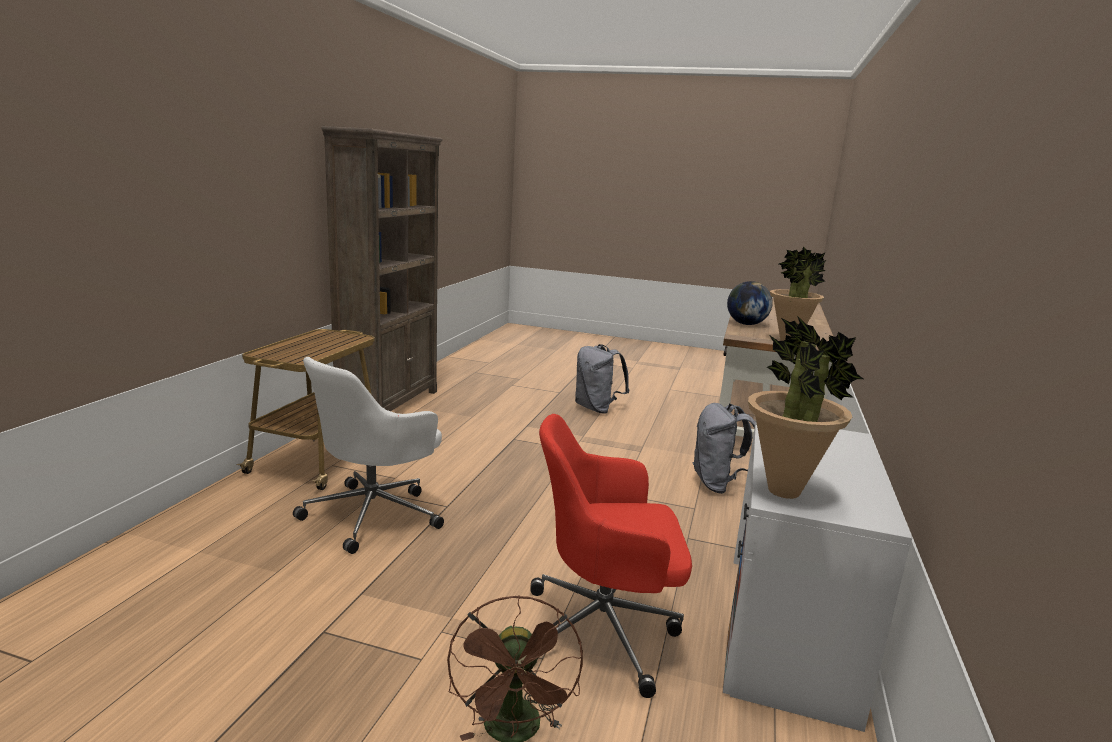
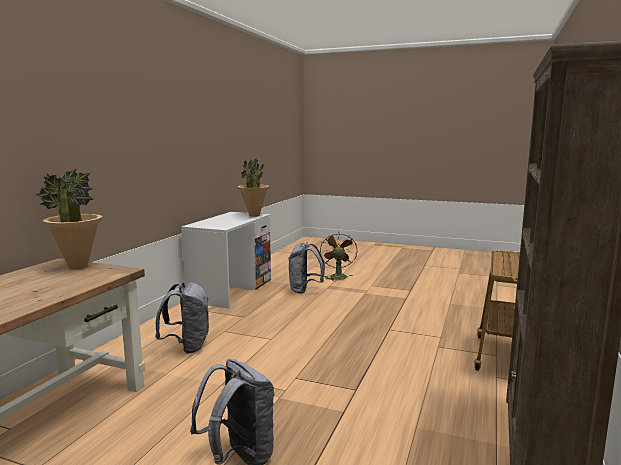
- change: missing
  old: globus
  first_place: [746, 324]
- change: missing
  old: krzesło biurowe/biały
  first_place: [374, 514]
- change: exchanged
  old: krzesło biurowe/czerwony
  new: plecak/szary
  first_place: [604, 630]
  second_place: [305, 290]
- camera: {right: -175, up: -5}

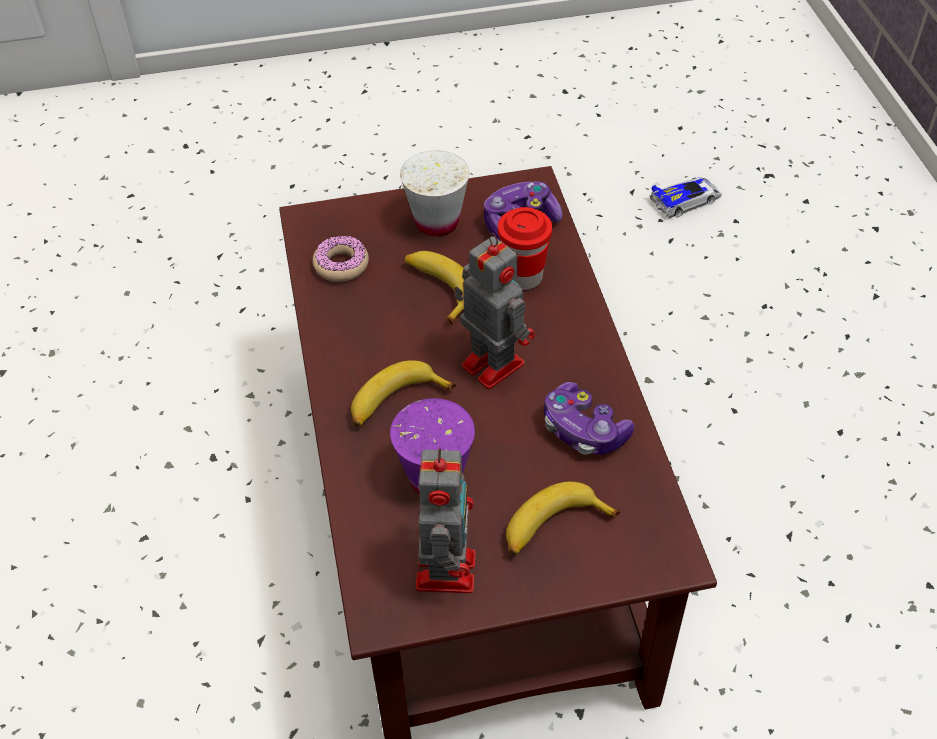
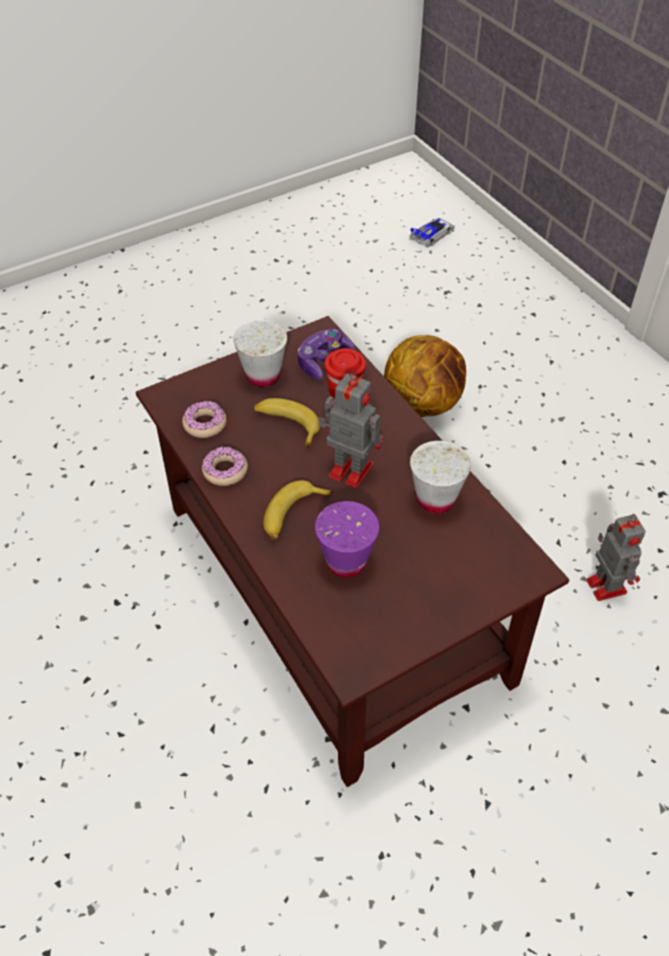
- change: relocated
  old: samochodzik
  first_place: [686, 200]
  second_place: [433, 234]
- change: exchanged
  old: pad do gier
  new: filiżanka/biały
  first_place: [583, 430]
  second_place: [435, 500]
- change: relocated
  old: robot zabawkowy
  first_place: [446, 567]
  second_place: [605, 584]
- change: missing
  old: banan
  first_place: [553, 528]
- change: appeared
  new: piłka do koszykówki
  second_place: [423, 404]
- change: appeared
  new: donut
  second_place: [225, 471]
- camera: {right: -20, up: 0}

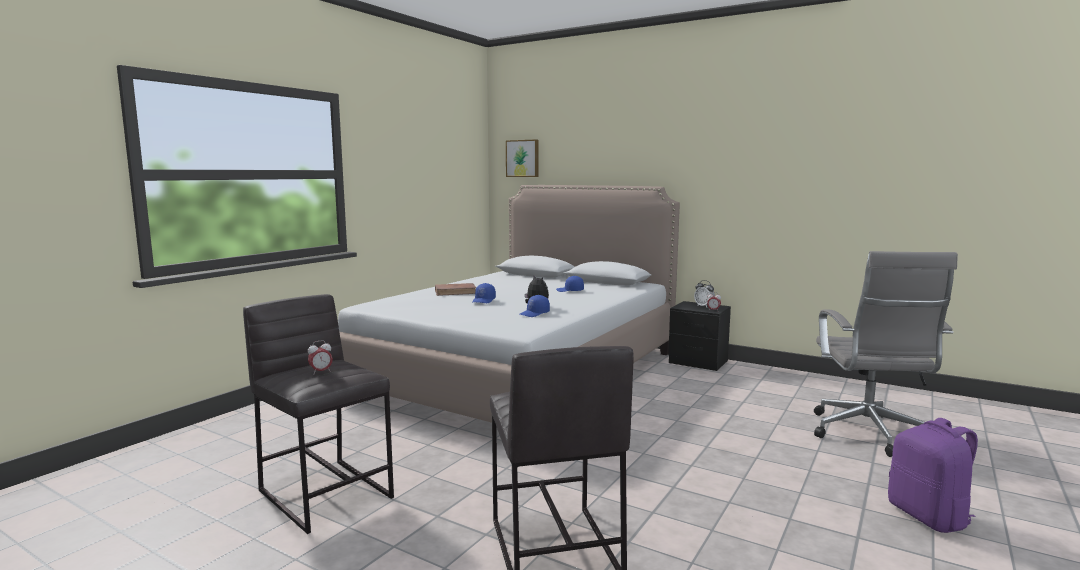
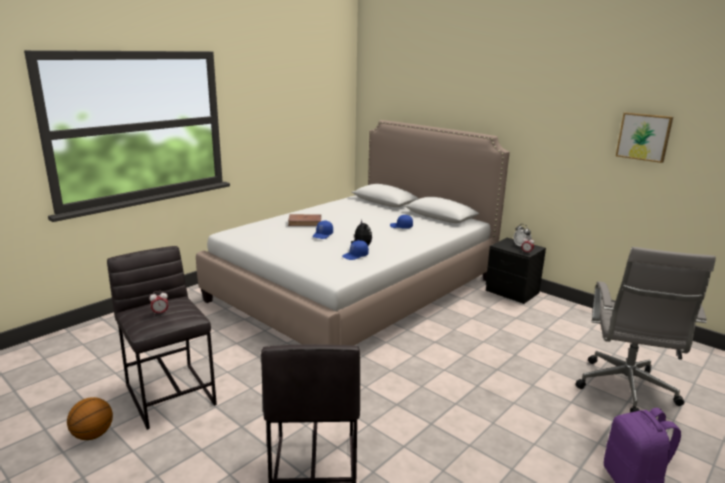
- change: relocated
  old: obraz
  first_place: [523, 158]
  second_place: [644, 136]
- change: appeared
  new: piłka do koszykówki
  second_place: [93, 435]
- camera: {right: 10, up: 10}

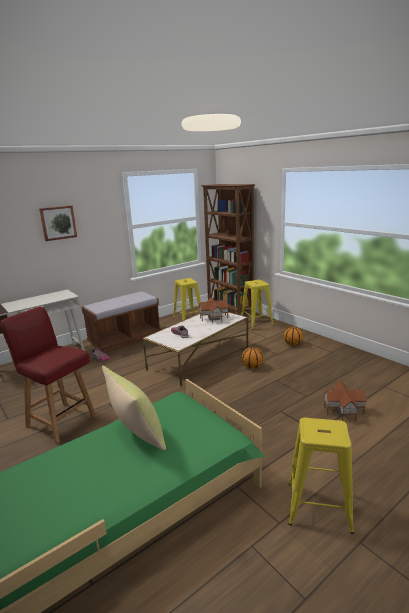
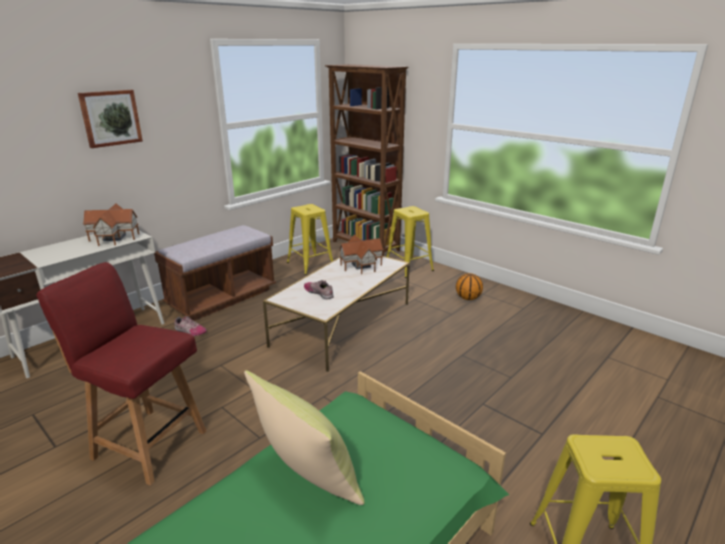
- change: missing
  old: piłka do koszykówki
  first_place: [252, 366]
- change: relocated
  old: domek
  first_place: [344, 410]
  second_place: [115, 238]
- camera: {right: -10, up: 5}

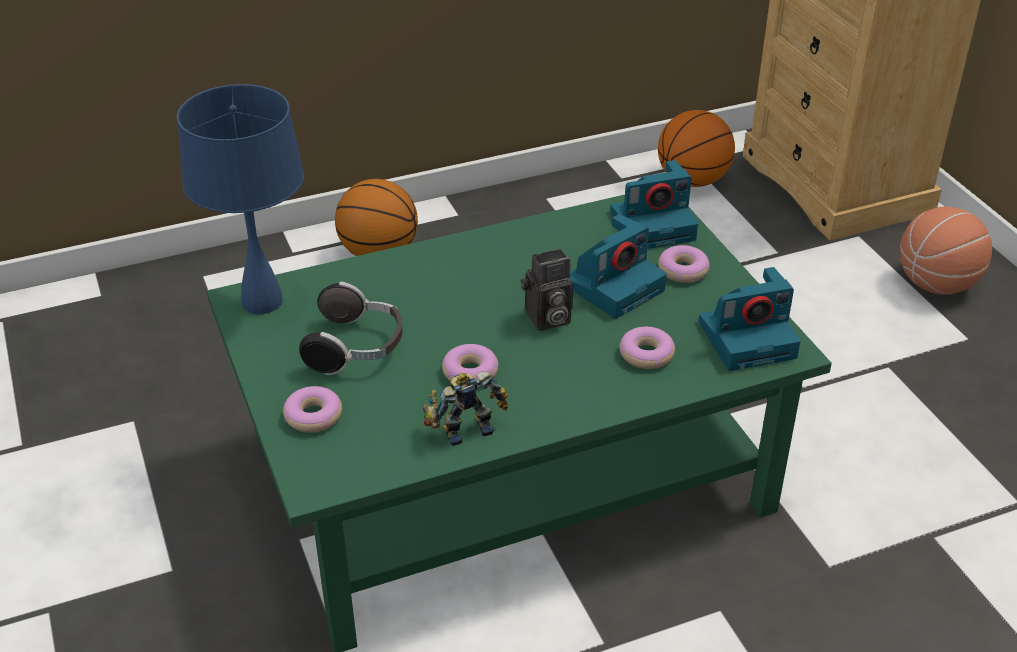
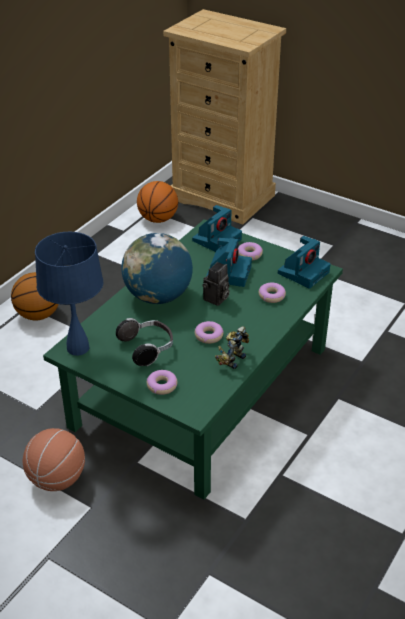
- change: relocated
  old: piłka do koszykówki
  first_place: [936, 284]
  second_place: [57, 478]
- change: appeared
  new: globus
  second_place: [158, 296]
- camera: {right: -35, up: 0}

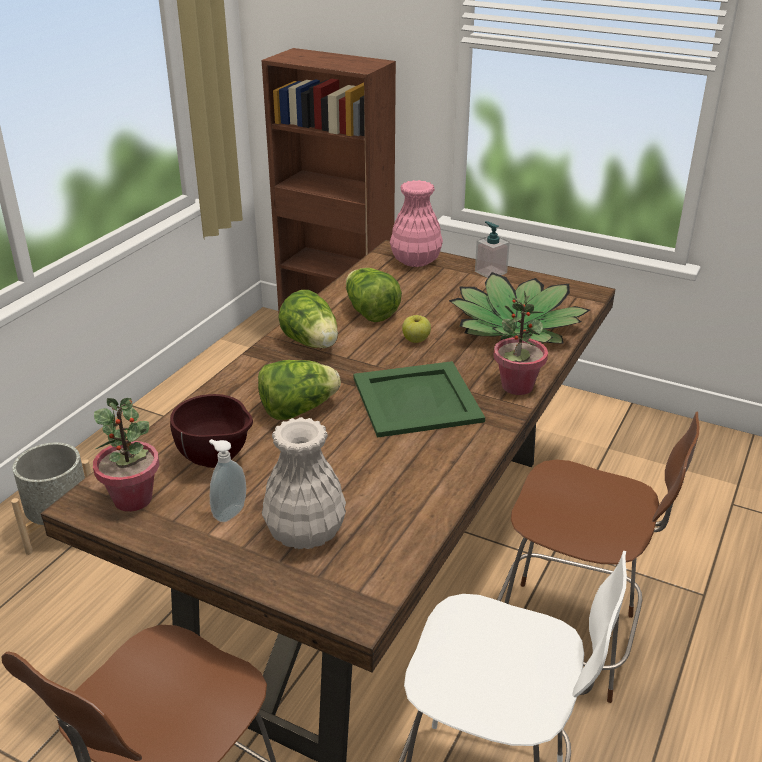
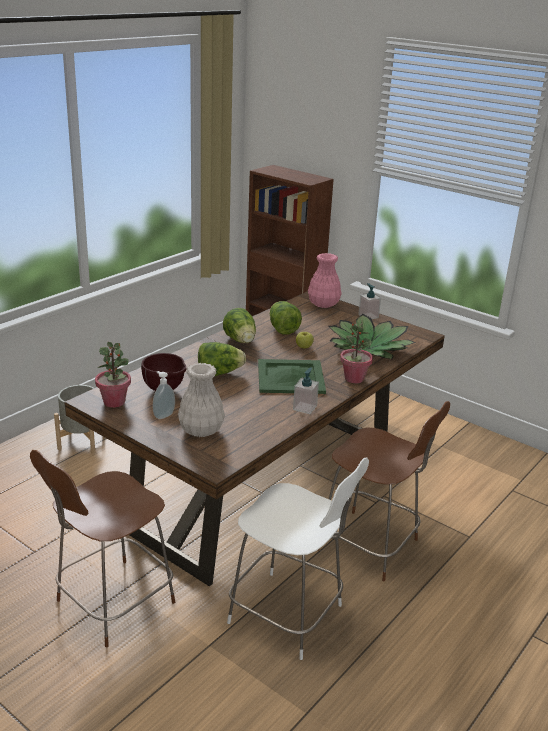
- change: appeared
  new: dozownik mydła
  second_place: [305, 408]
- camera: {right: 10, up: -5}

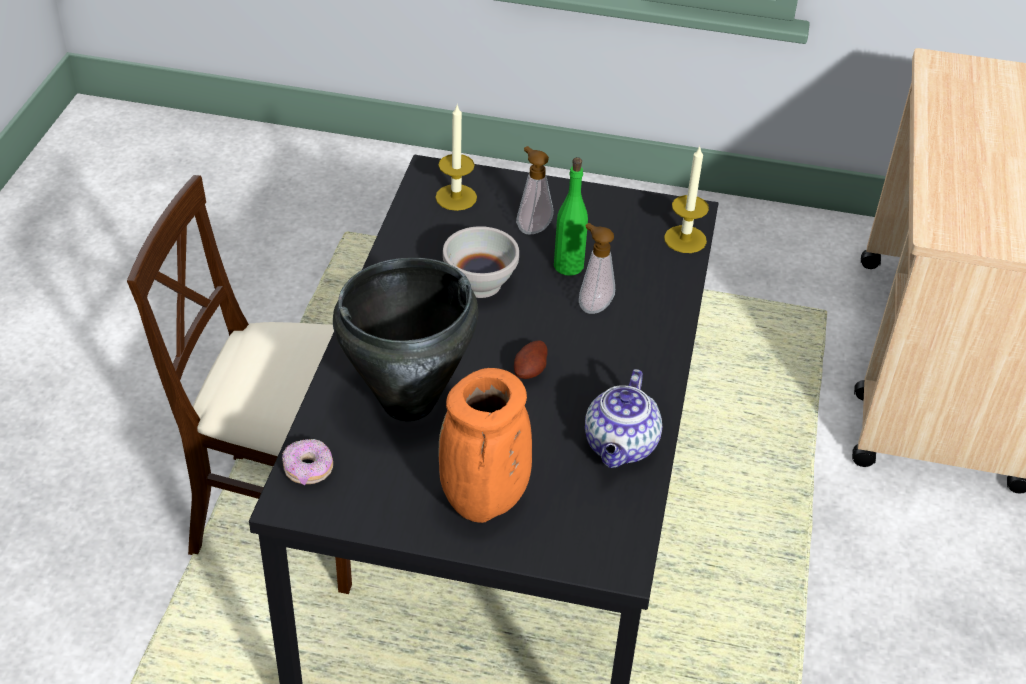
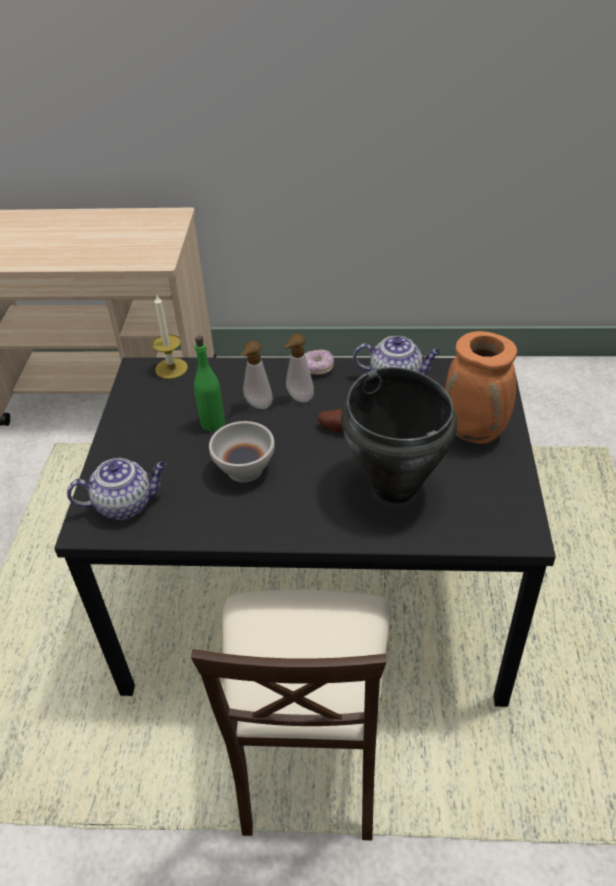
- change: exchanged
  old: świeca
  new: imbryk
  first_place: [456, 197]
  second_place: [126, 504]
- change: relocated
  old: dozownik mydła
  first_place: [532, 227]
  second_place: [298, 398]
- change: relocated
  old: donut
  first_place: [308, 470]
  second_place: [317, 368]
- camera: {right: -95, up: 0}

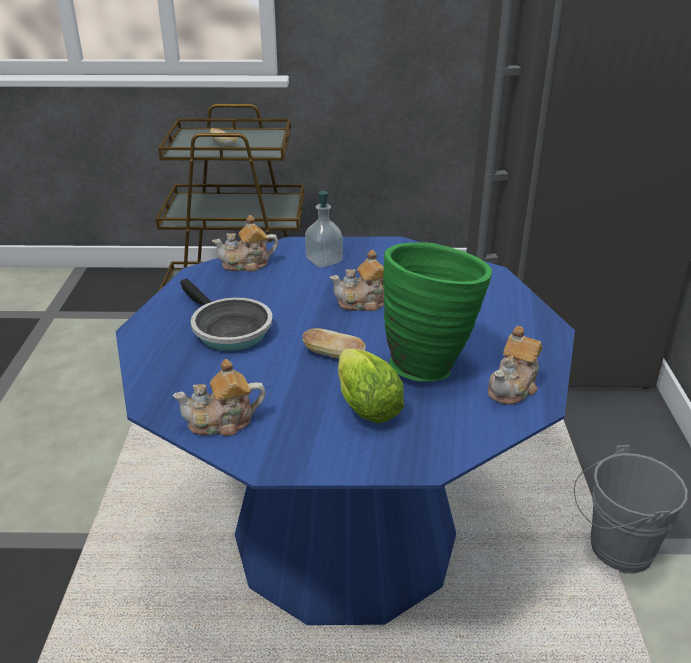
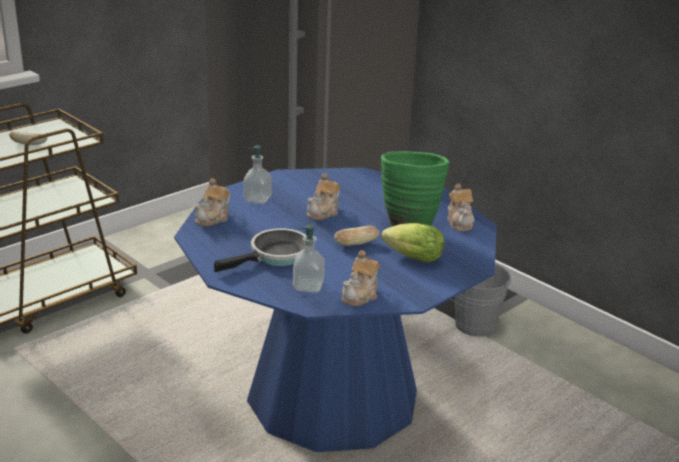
- change: spun
  old: patelnia
  first_place: [227, 330]
  second_place: [276, 256]
  degrees: -45
- change: appeared
  new: dozownik mydła
  second_place: [308, 286]
- camera: {right: -45, up: -5}

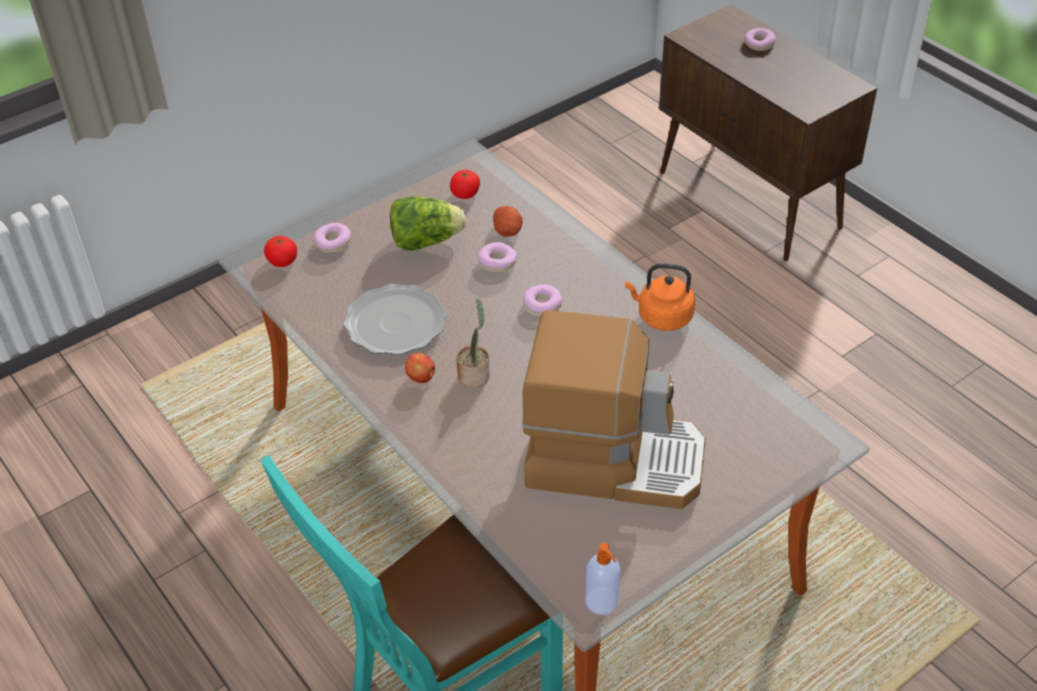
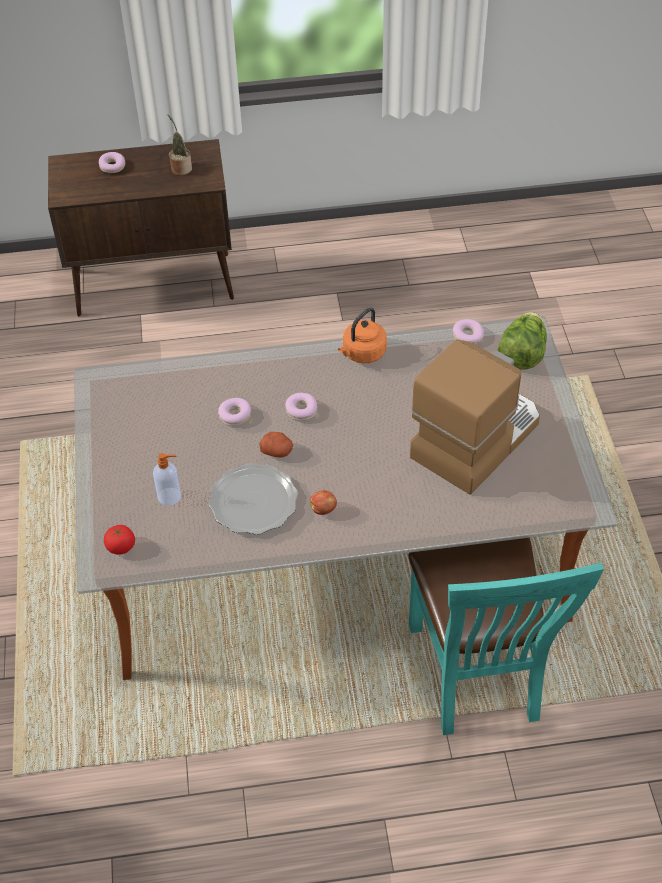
- change: missing
  old: pomidor
  first_place: [465, 194]
- change: relocated
  old: sałata
  first_place: [426, 241]
  second_place: [522, 354]
- change: relocated
  old: ziemniak
  first_place: [508, 231]
  second_place: [277, 451]
- change: relocated
  old: donut
  first_place: [333, 243]
  second_place: [467, 336]
- change: relocated
  old: roślina doniczkowa
  first_place: [474, 374]
  second_place: [180, 168]
- change: relocated
  old: dozownik mydła
  first_place: [602, 602]
  second_place: [170, 496]
- camera: {right: -60, up: 5}

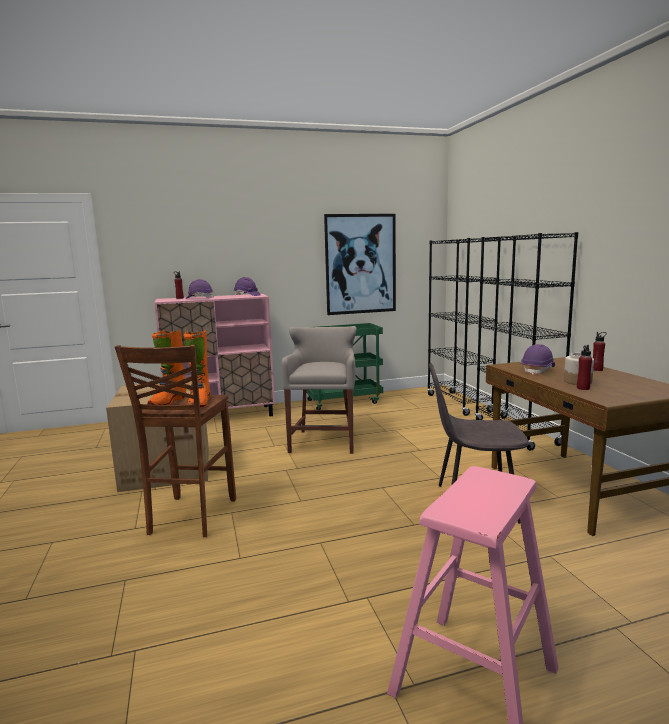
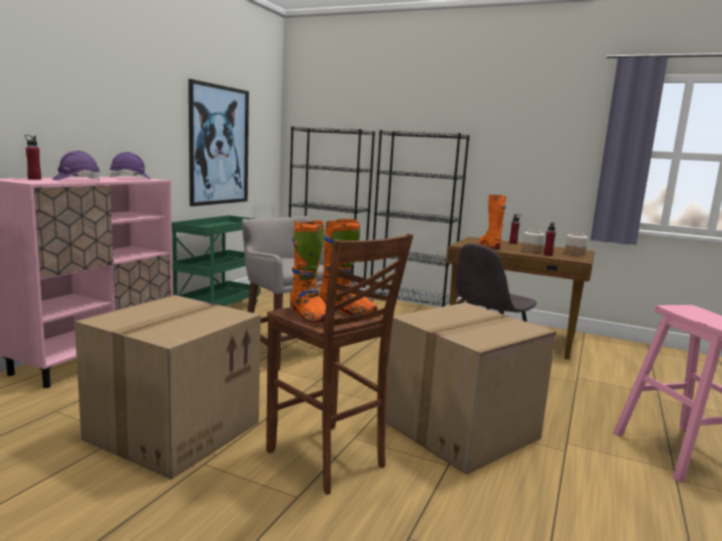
- change: exchanged
  old: kask/fioletowy
  new: but z cholewką/pomarańczowy
  first_place: [538, 370]
  second_place: [489, 246]
- change: appeared
  new: słoik
  second_place: [574, 254]
- change: appeared
  new: karton
  second_place: [461, 430]
- camera: {right: -50, up: 0}

